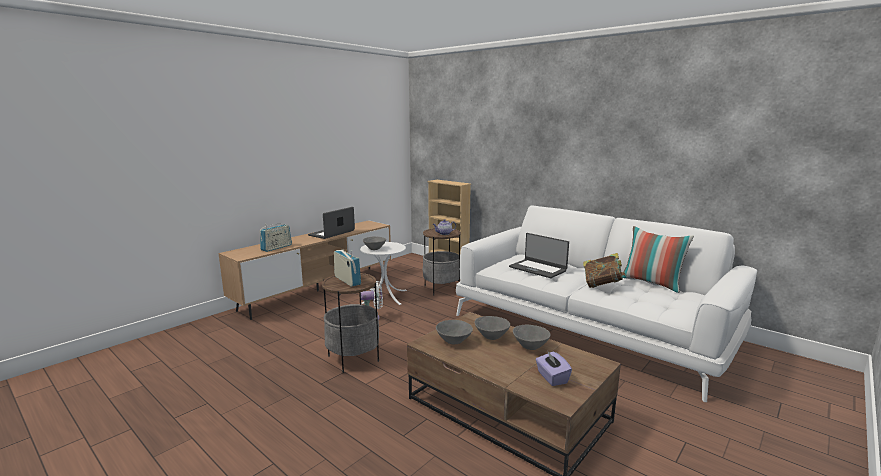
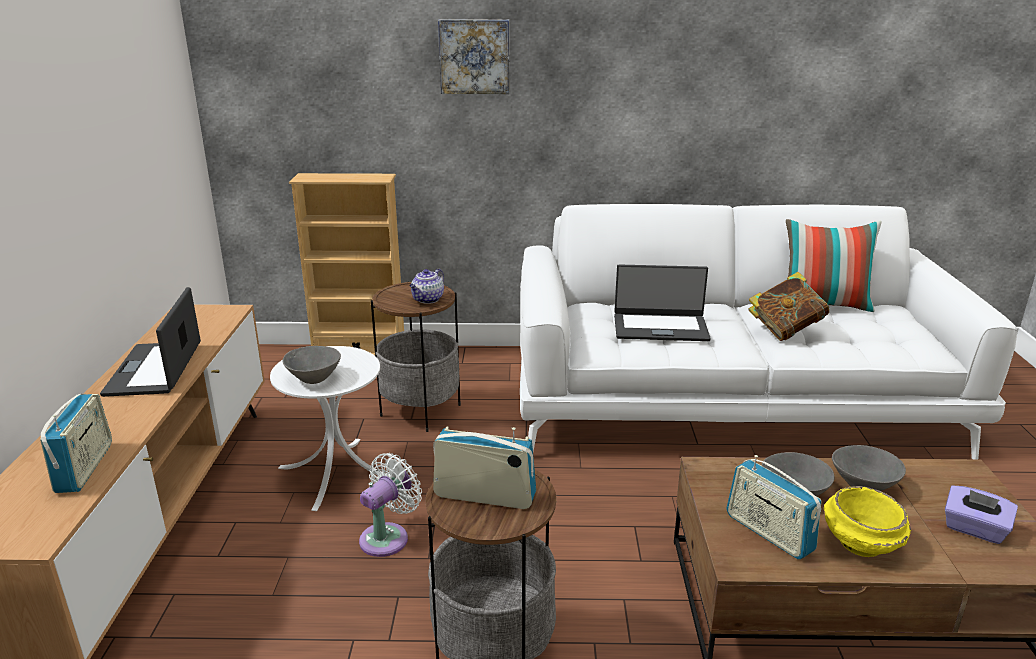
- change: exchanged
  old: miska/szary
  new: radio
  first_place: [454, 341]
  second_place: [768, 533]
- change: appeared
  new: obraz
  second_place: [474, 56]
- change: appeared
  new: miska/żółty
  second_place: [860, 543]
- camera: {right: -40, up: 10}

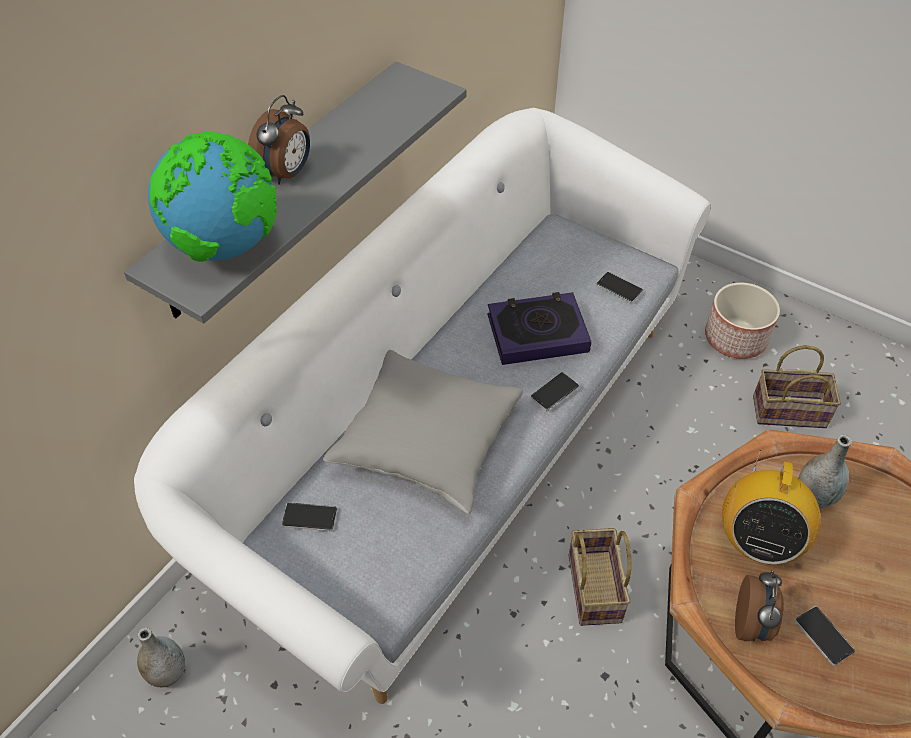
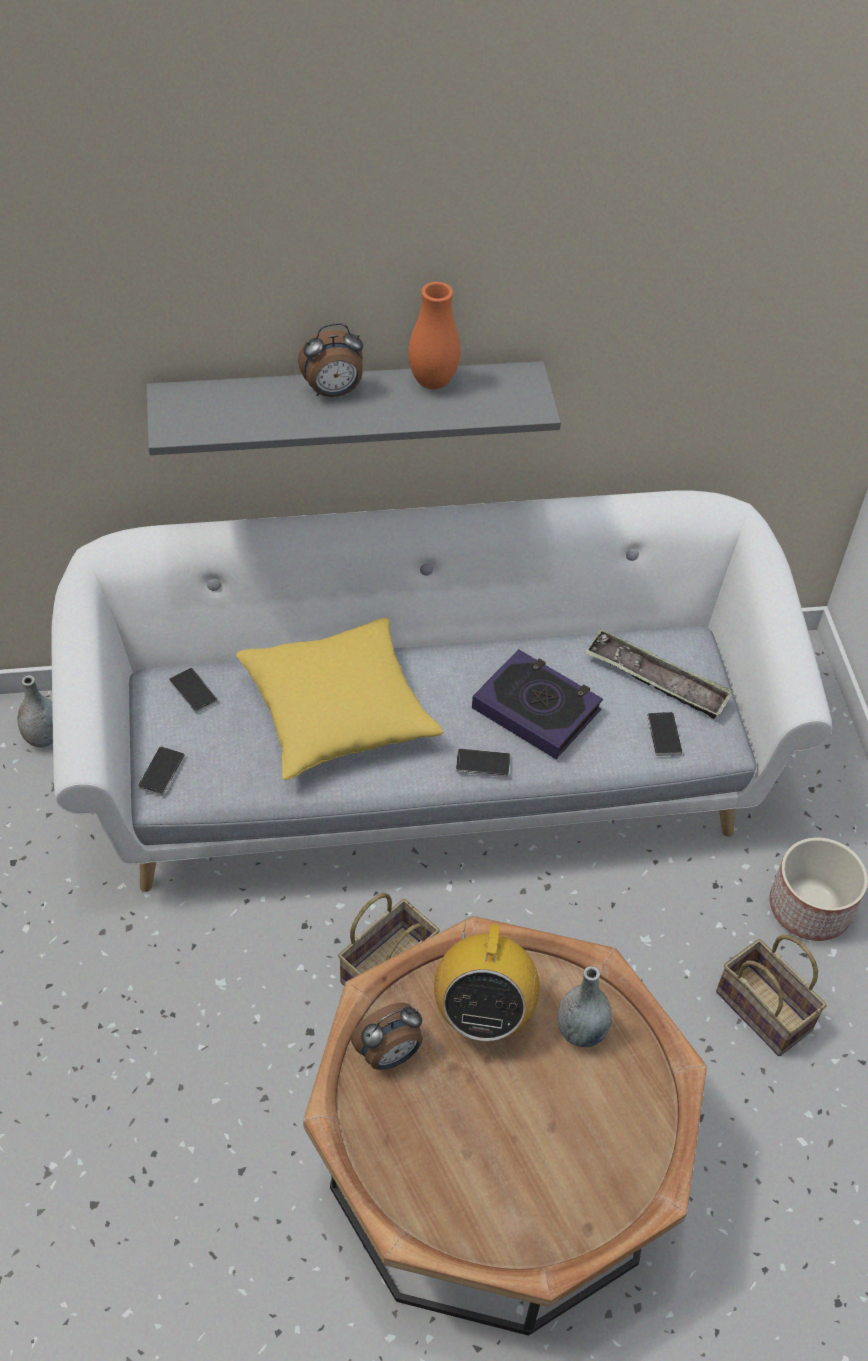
- change: missing
  old: globus
  first_place: [226, 246]
- change: colour
  old: poduszka/szary
  new: poduszka/żółty
  first_place: [426, 441]
  second_place: [338, 712]
- change: spun
  old: radio
  first_place: [757, 541]
  second_place: [482, 1013]
  degrees: -60
- change: relocated
  old: telefon
  first_place: [823, 636]
  second_place: [161, 772]
- change: appeared
  new: wazon/pomarańczowy
  second_place: [432, 382]
- change: appeared
  new: taca
  second_place: [656, 680]
- camera: {right: 45, up: 0}

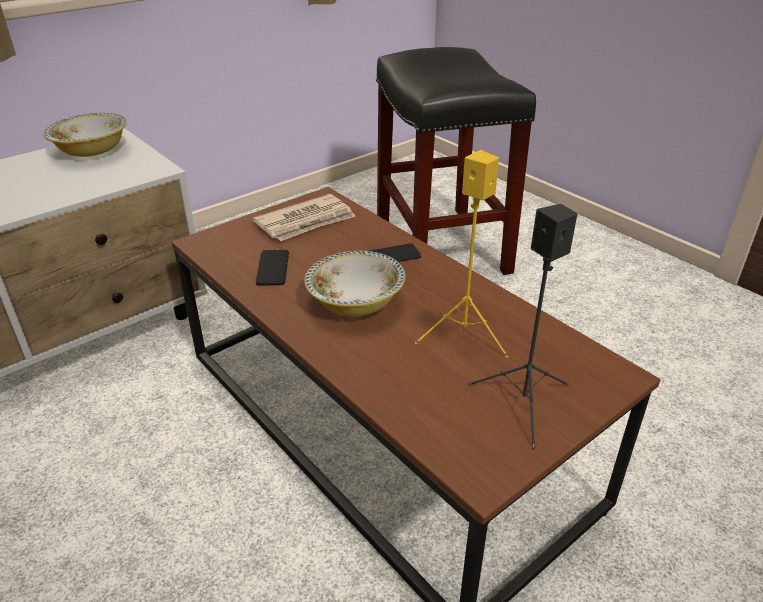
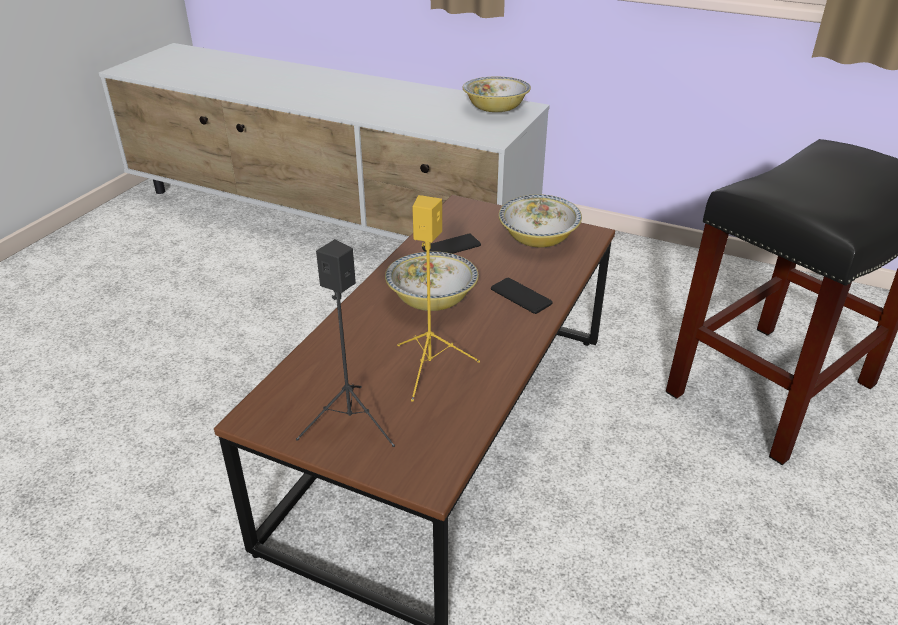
- change: exchanged
  old: gazeta
  new: miska
  first_place: [306, 222]
  second_place: [538, 239]
- camera: {right: 65, up: 0}

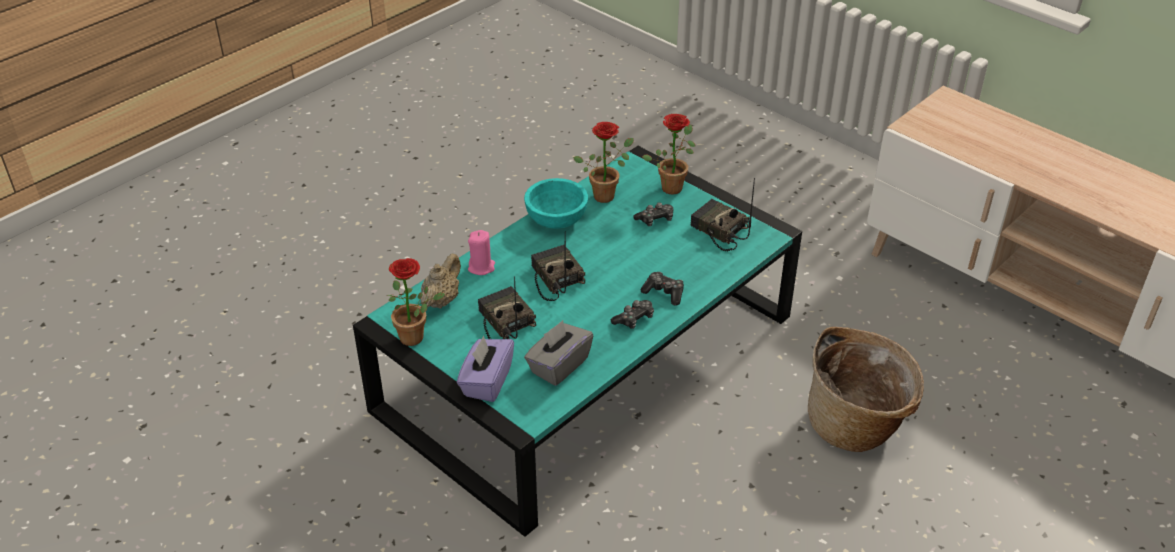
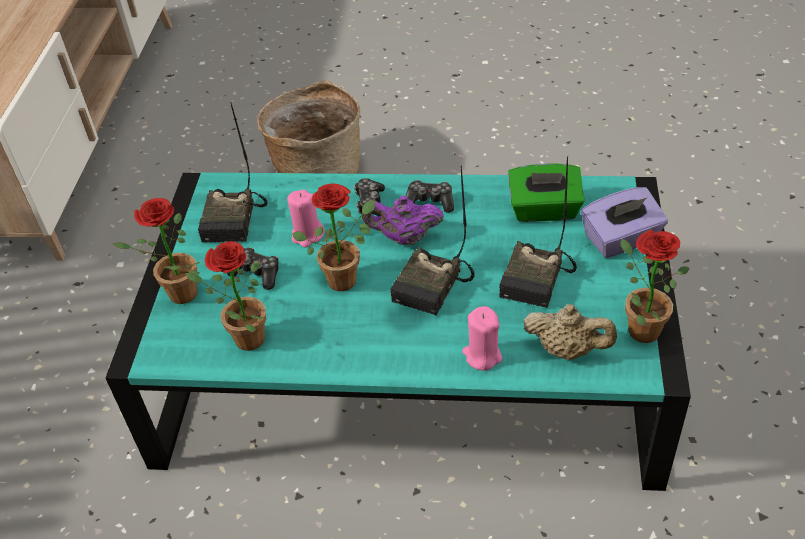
- change: missing
  old: miska/turkusowy
  first_place: [556, 220]
- change: spun
  old: imbryk/beżowy
  first_place: [441, 300]
  second_place: [567, 350]
  degrees: -150
- change: colour
  old: pudełko chusteczek/szary
  new: pudełko chusteczek/zielony
  first_place: [559, 366]
  second_place: [544, 210]
- change: appeared
  new: roślina doniczkowa
  second_place: [346, 276]
- change: appeared
  new: świeca/różowy
  second_place: [307, 235]
- change: appeared
  new: imbryk/fioletowy
  second_place: [404, 238]
- camera: {right: -125, up: 5}

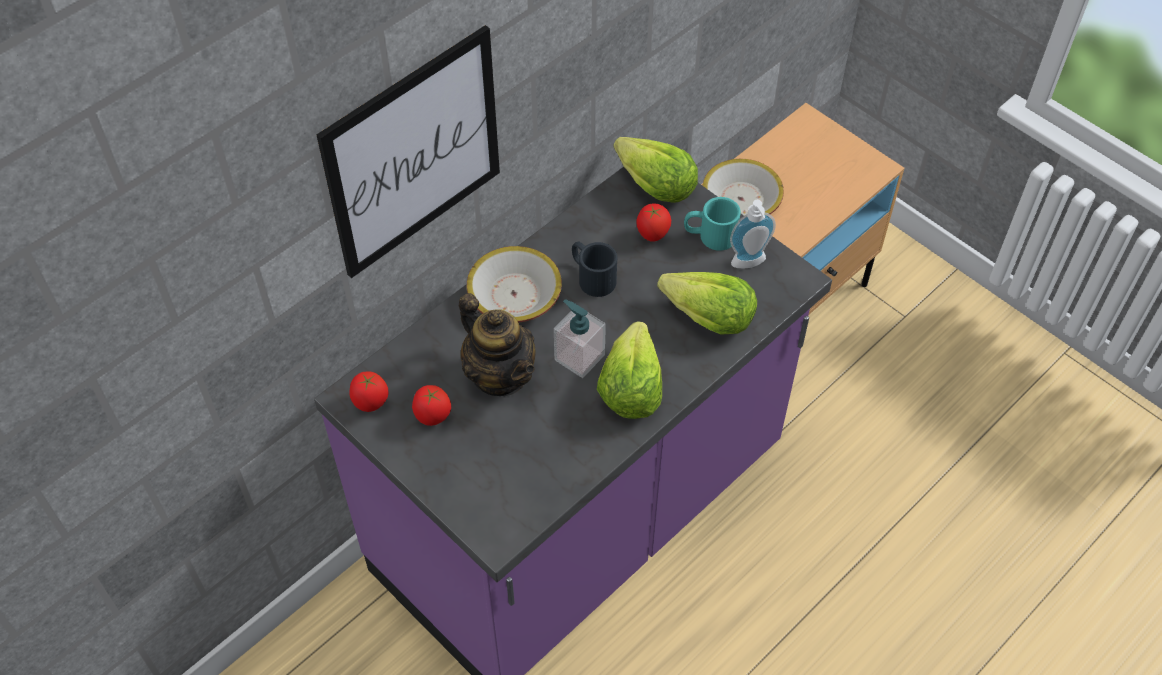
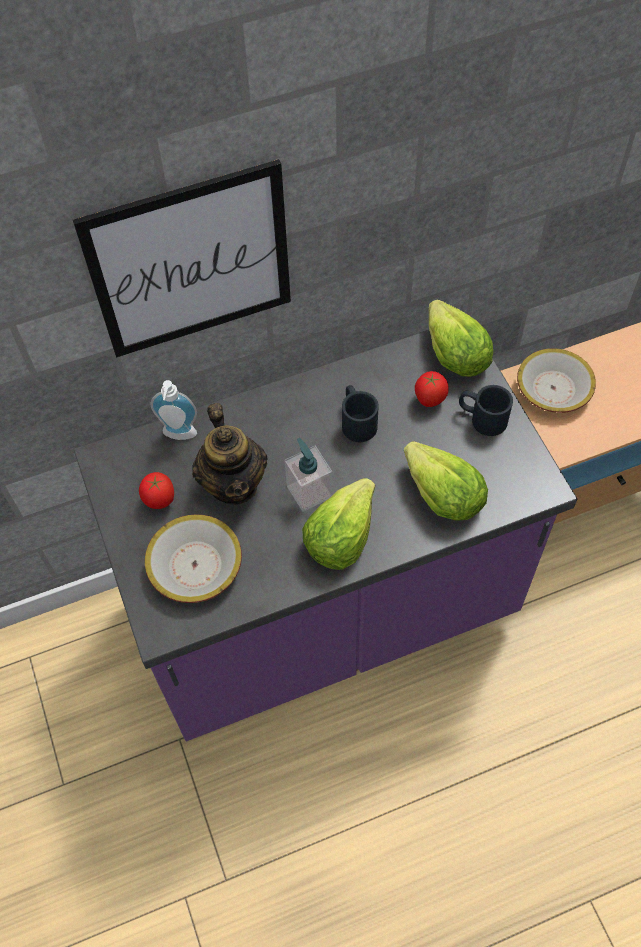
- change: colour
  old: kubek/turkusowy
  new: kubek/czarny
  first_place: [709, 236]
  second_place: [481, 418]
- change: relocated
  old: dozownik mydła
  first_place: [749, 264]
  second_place: [179, 436]
- change: relocated
  old: miska
  first_place: [514, 294]
  second_place: [195, 565]
- change: missing
  old: pomidor
  first_place: [371, 404]
- camera: {right: 25, up: 5}

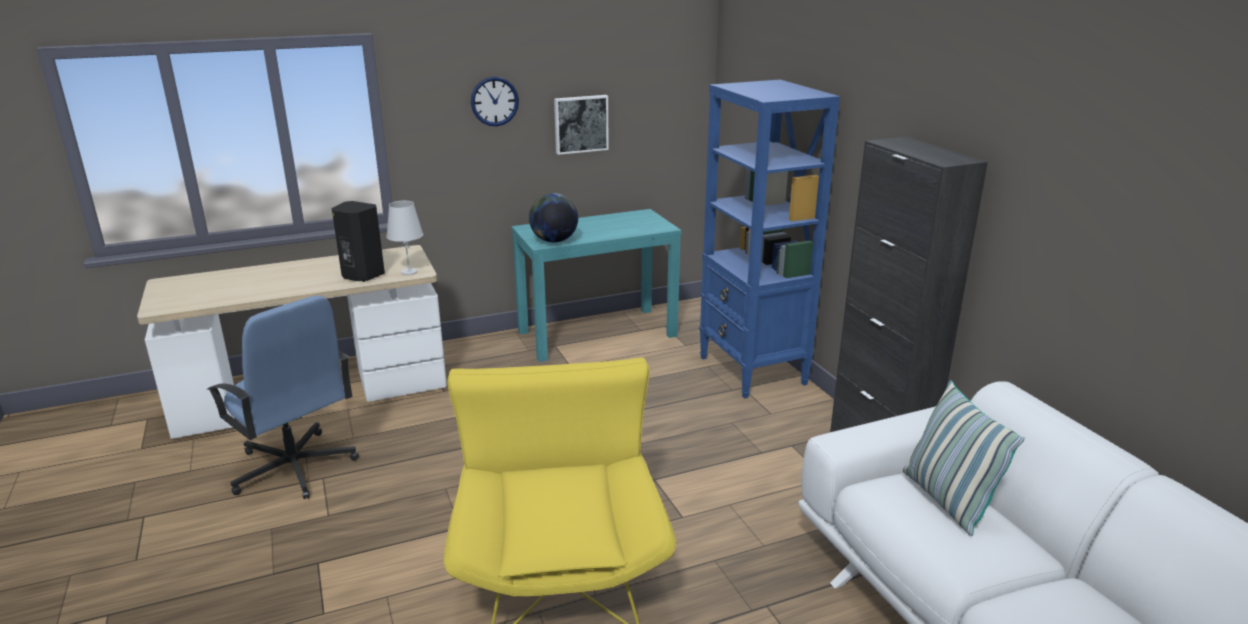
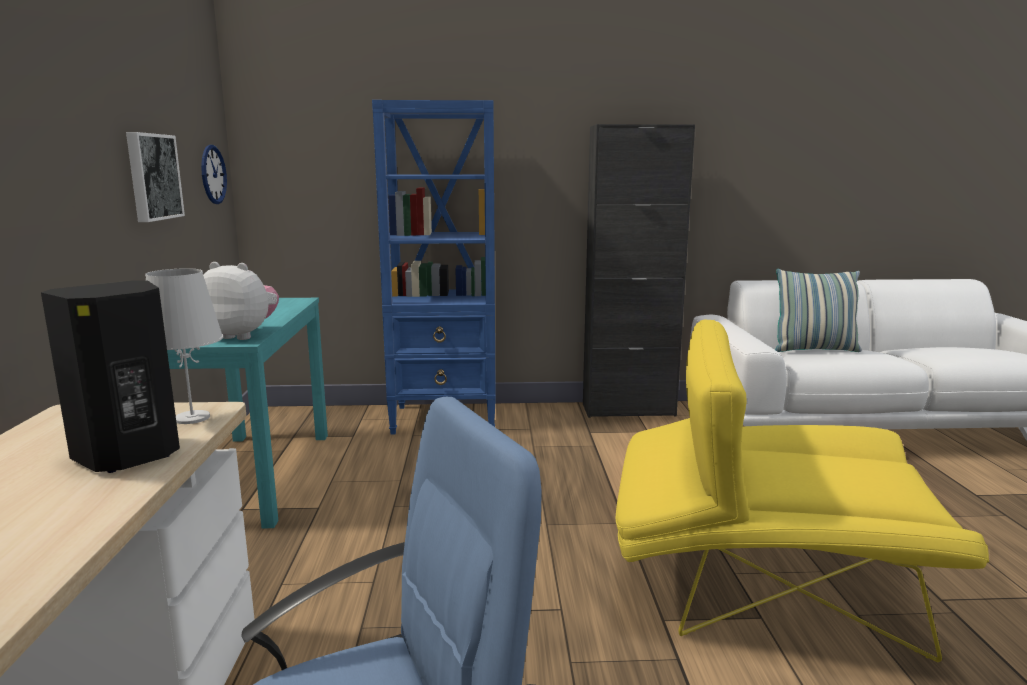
- change: relocated
  old: zegar ścienny
  first_place: [494, 101]
  second_place: [213, 174]
- change: exchanged
  old: globus
  new: pluszak
  first_place: [554, 240]
  second_place: [242, 335]
- camera: {right: -70, up: -10}

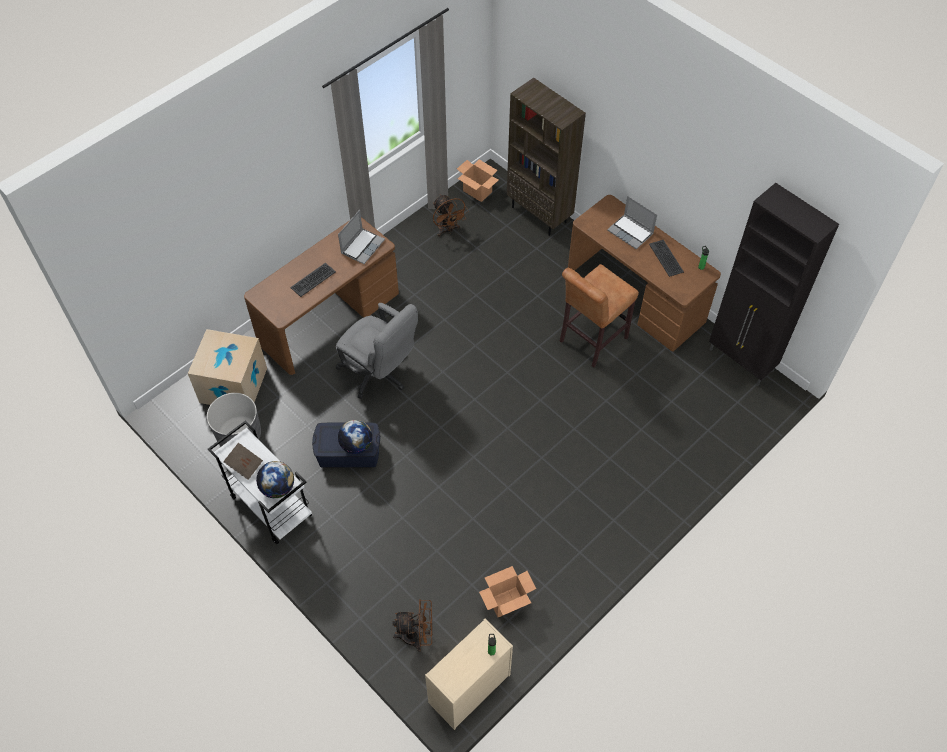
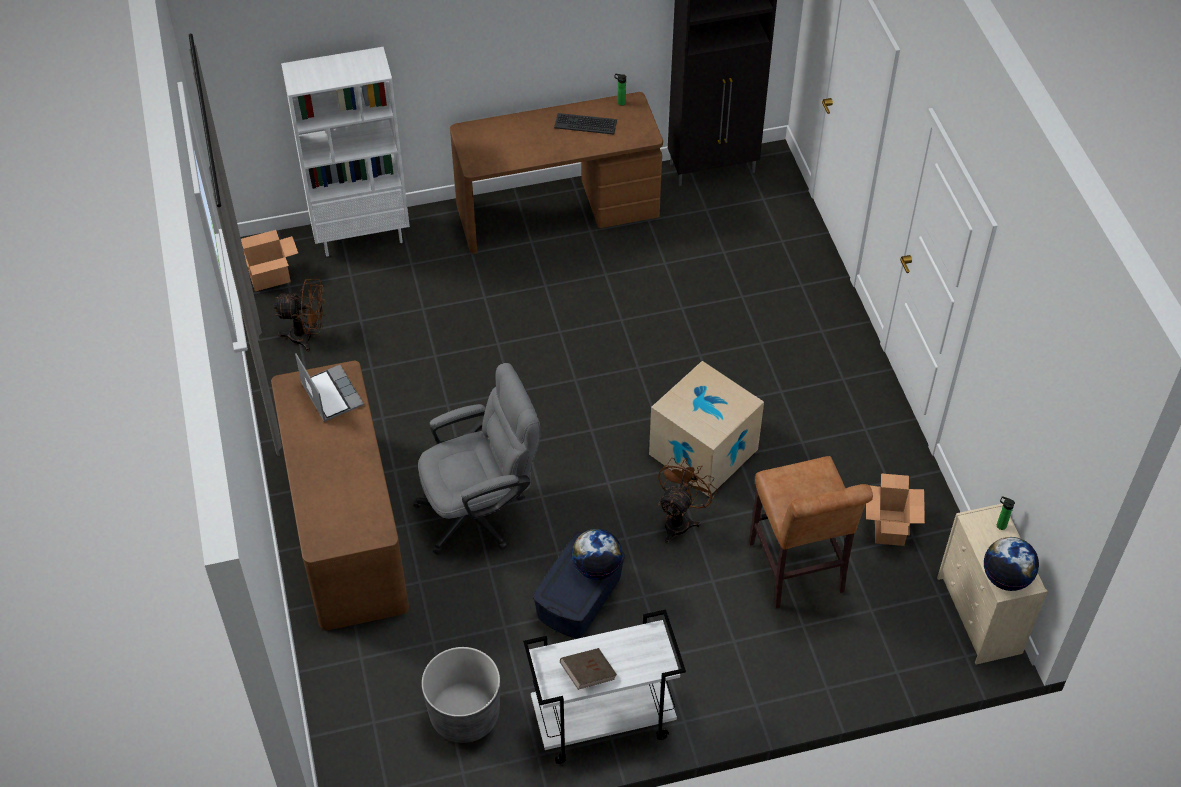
- change: colour
  old: regał/brązowy
  new: regał/biały
  first_place: [540, 214]
  second_place: [362, 235]
- change: missing
  old: laptop
  first_place: [631, 232]
- change: missing
  old: klawiatura
  first_place: [313, 279]
- change: relocated
  old: stołek/brązowy
  first_place: [590, 341]
  second_place: [798, 572]
- change: relocated
  old: karton
  first_place: [233, 385]
  second_place: [703, 452]
- change: relocated
  old: globus
  first_place: [278, 488]
  second_place: [1006, 578]
- change: relocated
  old: wentylator/brązowy
  first_place: [417, 636]
  second_place: [680, 520]
- camera: {right: -60, up: -5}

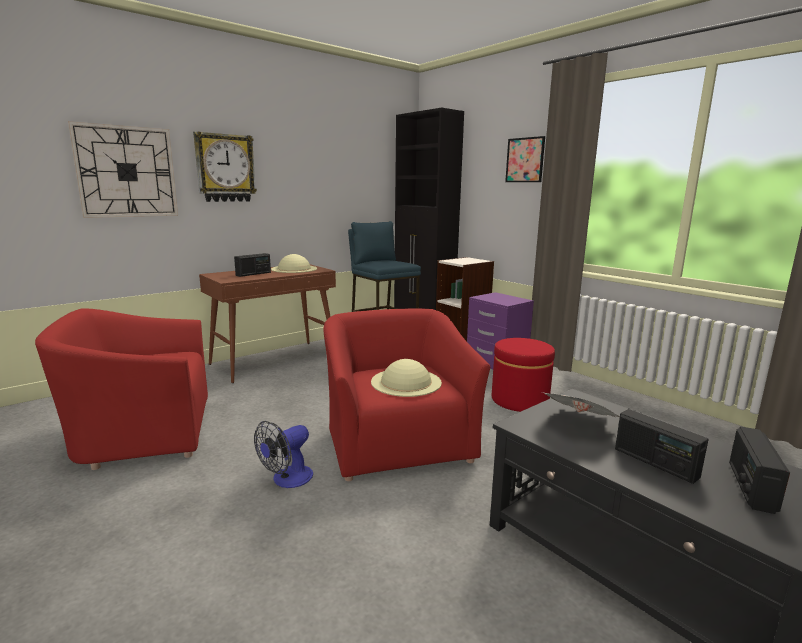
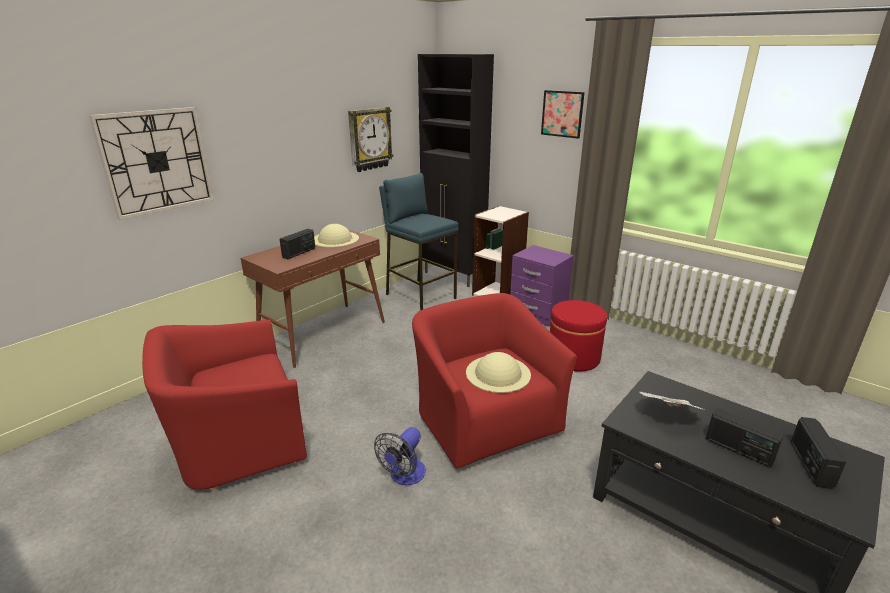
- change: relocated
  old: zegar ścienny
  first_place: [225, 168]
  second_place: [369, 139]
- camera: {right: -10, up: 10}

